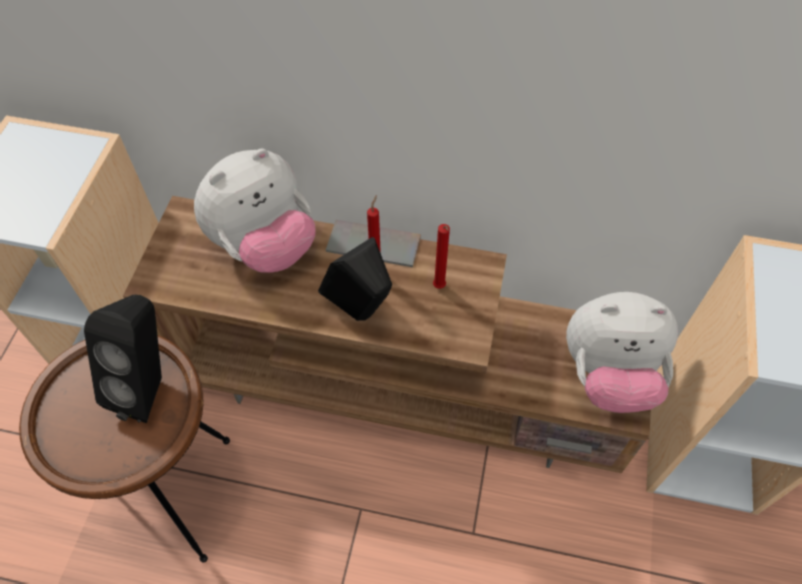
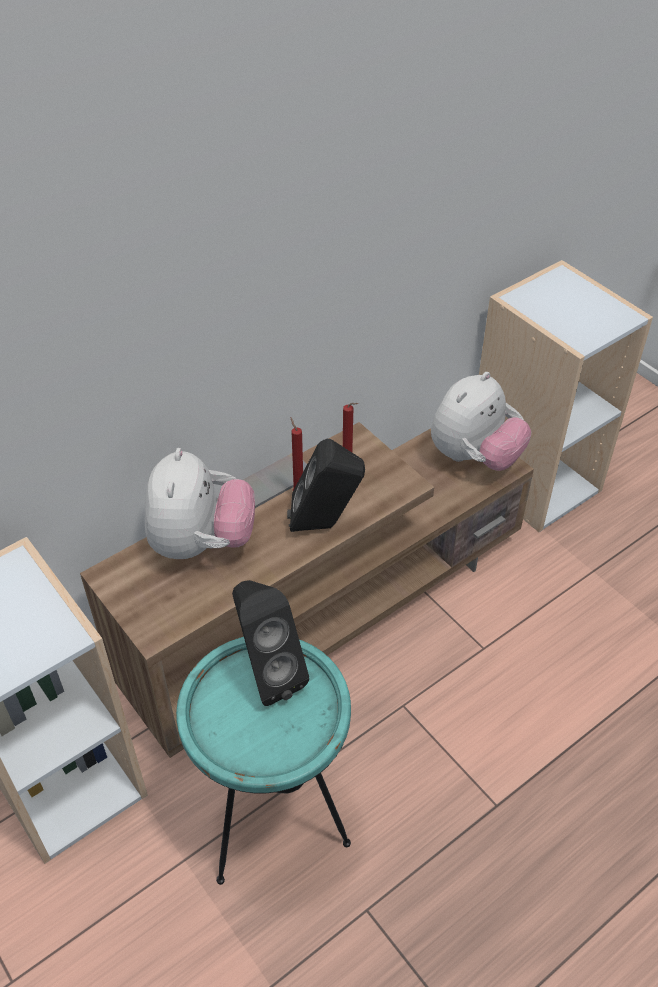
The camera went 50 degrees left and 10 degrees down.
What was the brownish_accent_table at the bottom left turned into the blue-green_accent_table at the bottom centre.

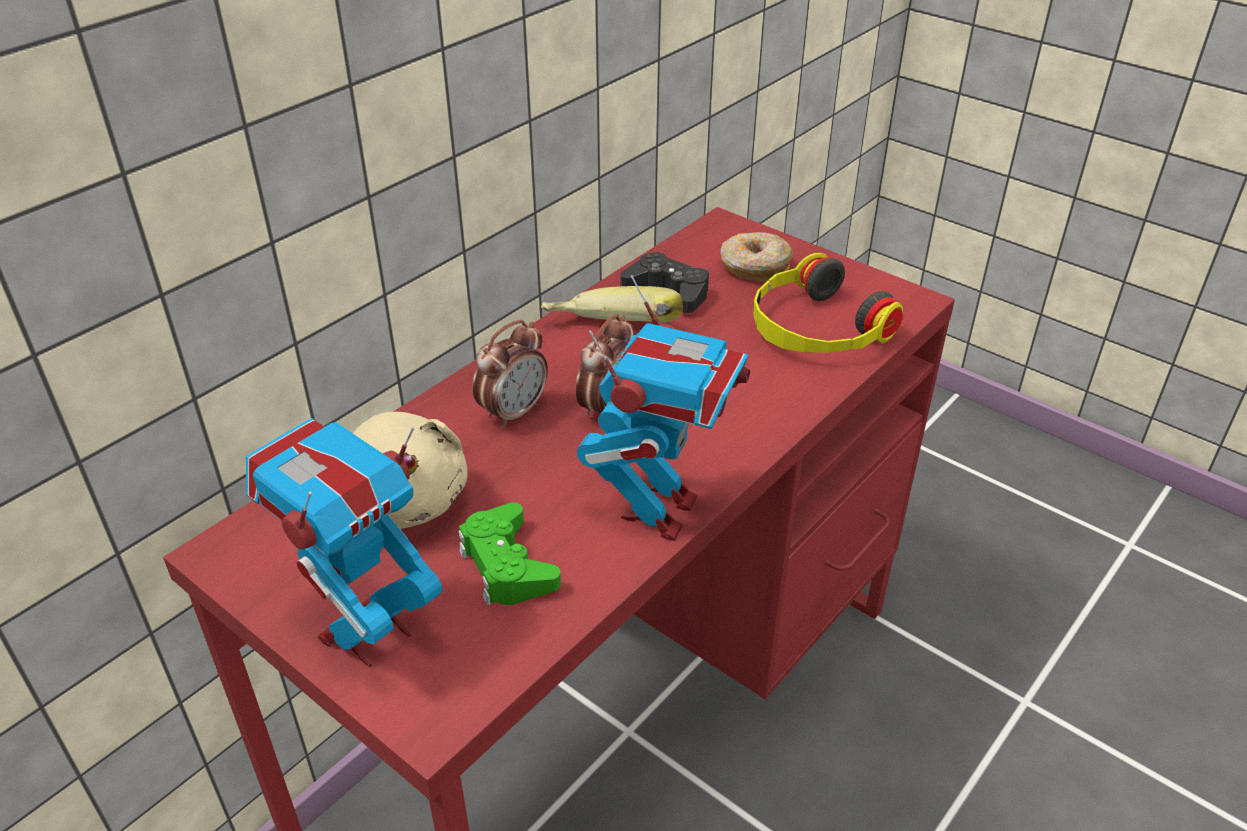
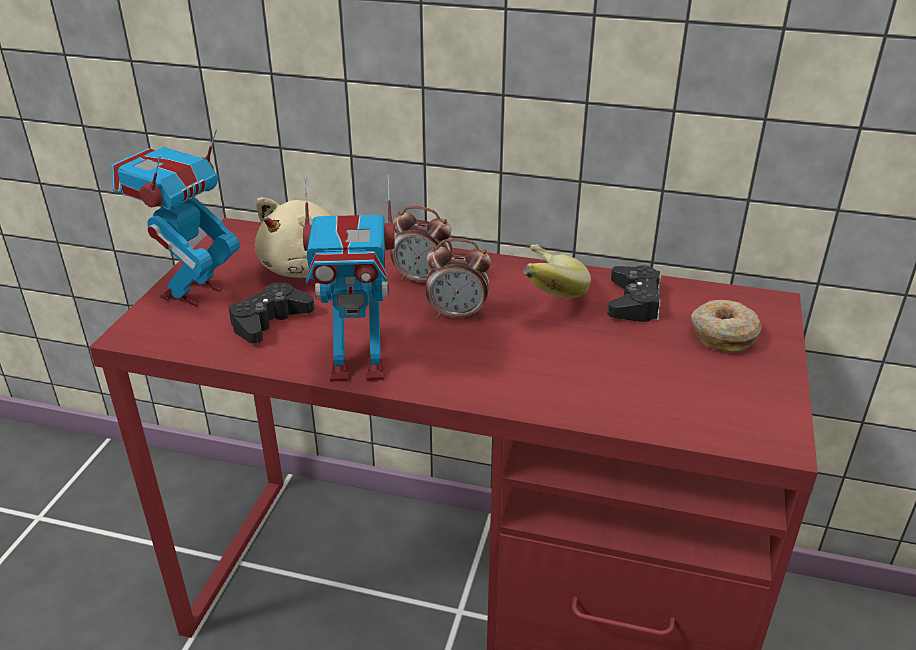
The camera went 65 degrees right and 5 degrees down.
The model_robot (1st from left) at the middle left ended up facing another way, 75 degrees counterclockwise from before.
What was the greenish_game_controller at the centre turned into the black-coloured_game_controller (1st from left) at the middle left.
The second view lost the headphones at the centre.

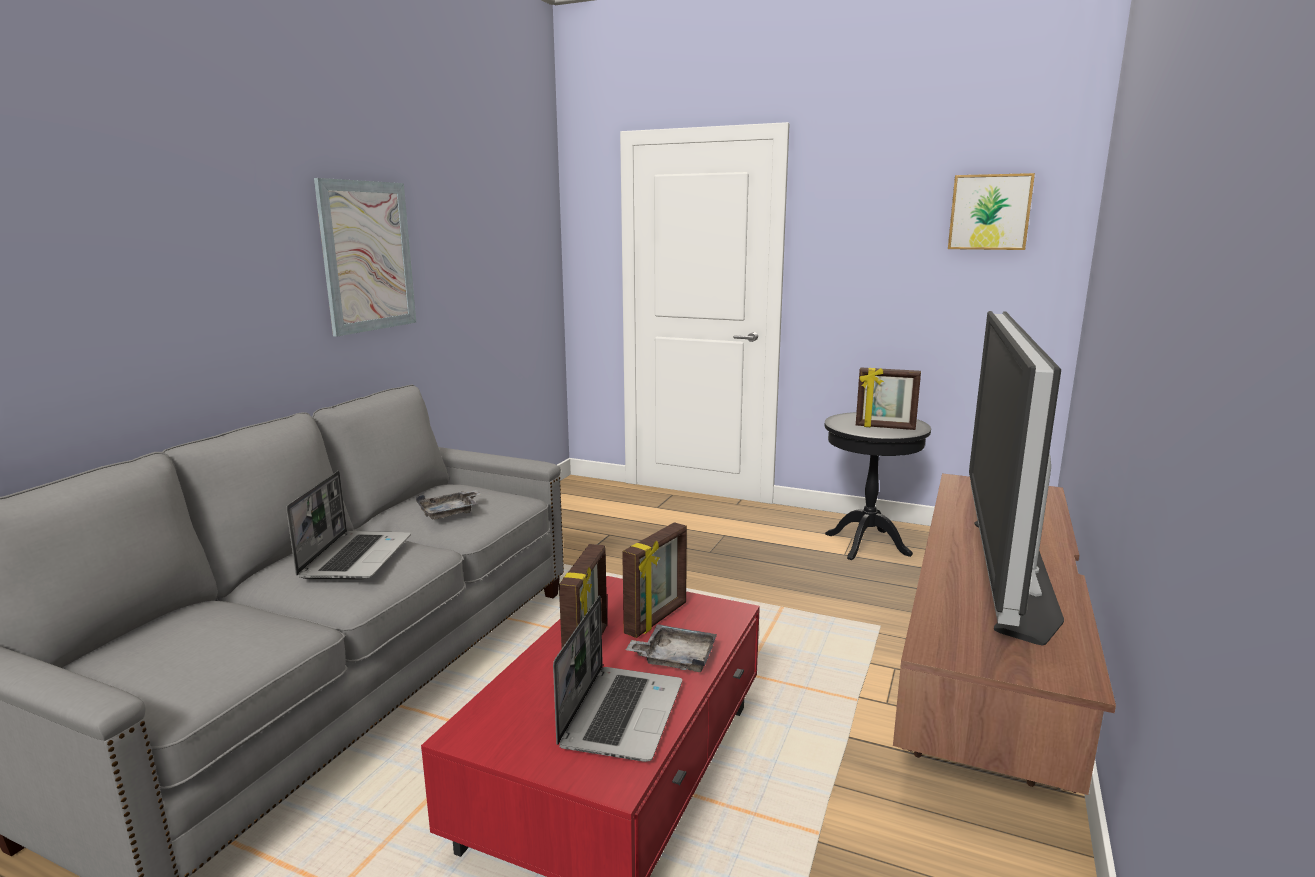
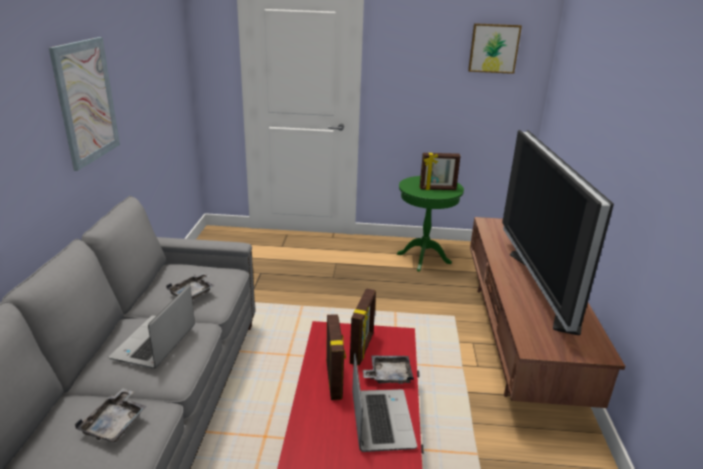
The camera went 20 degrees left and 10 degrees up.
The second view gained the gray_carrying_tray (1st from left) at the bottom left.
The notebook_computer (1st from left) at the middle left ended up facing another way, 150 degrees counterclockwise from before.
What was the black-coloured_accent_table at the middle right turned into the greenish_accent_table at the centre.

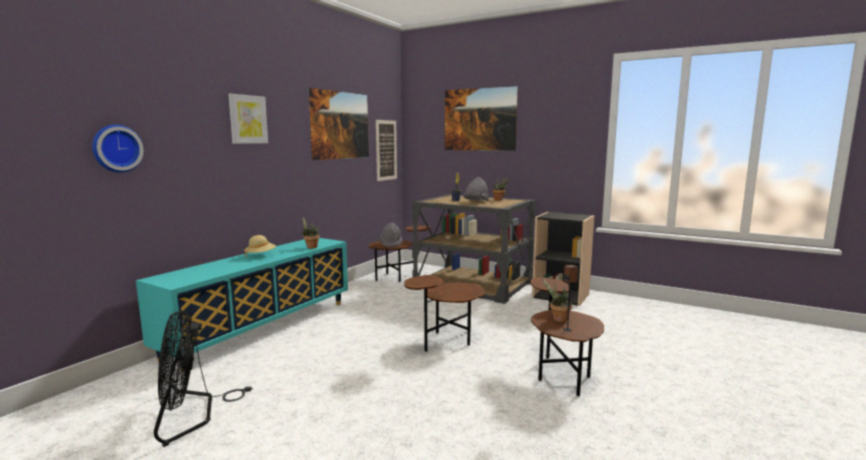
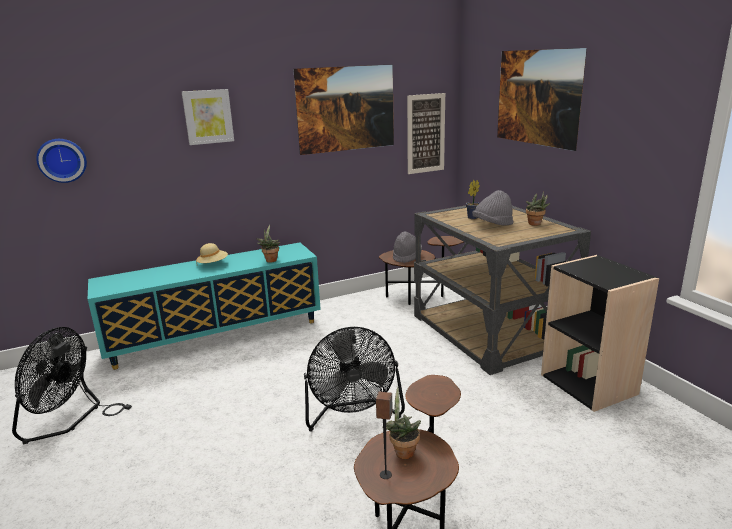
The camera went 35 degrees right and 10 degrees up.
Where the brownish_accent_table (2nd from left) stood at the bottom centre, the black-coloured_fan (2nd from left) came to stand at the bottom centre.

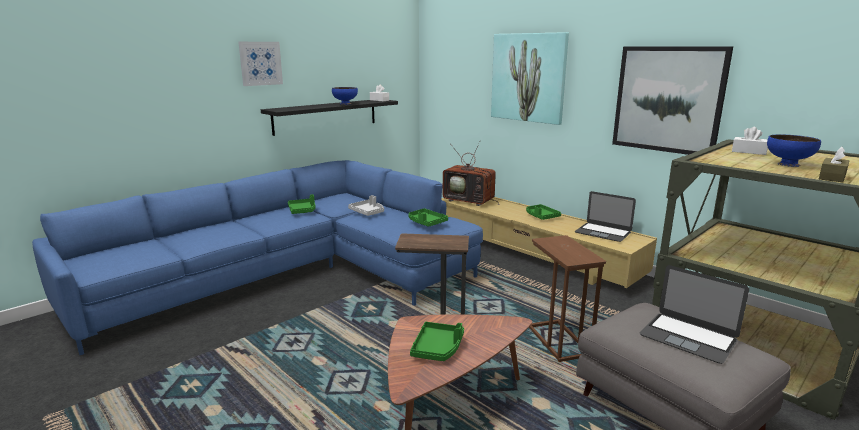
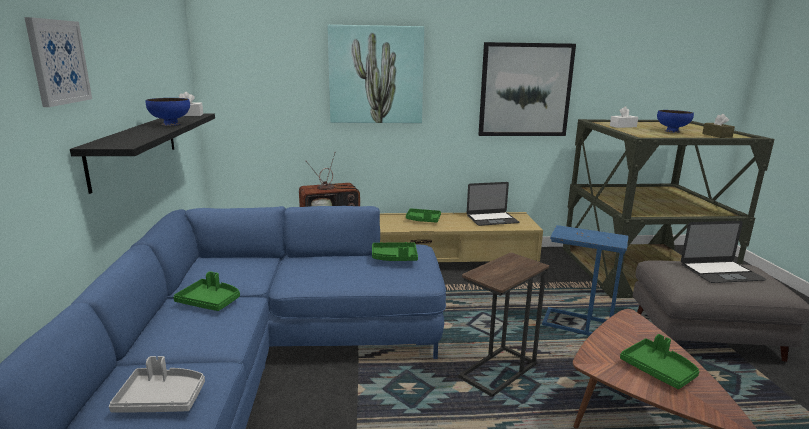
The camera went 50 degrees left and 0 degrees up.
The gray_carrying_tray ended up elsewhere, having gone from the centre to the bottom left.
What was the brownish_accent_table (2nd from left) at the bottom centre turned into the blue-coloured_accent_table at the middle right.

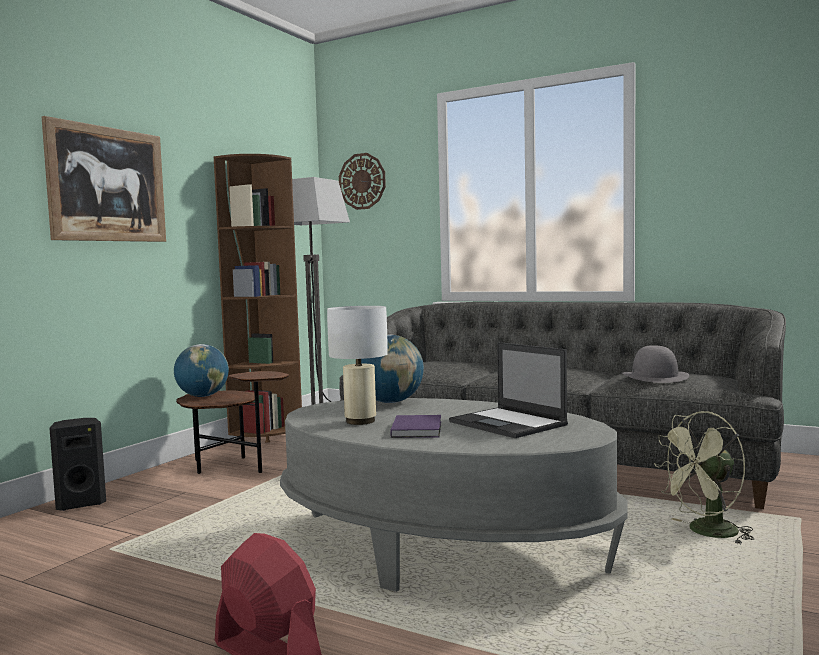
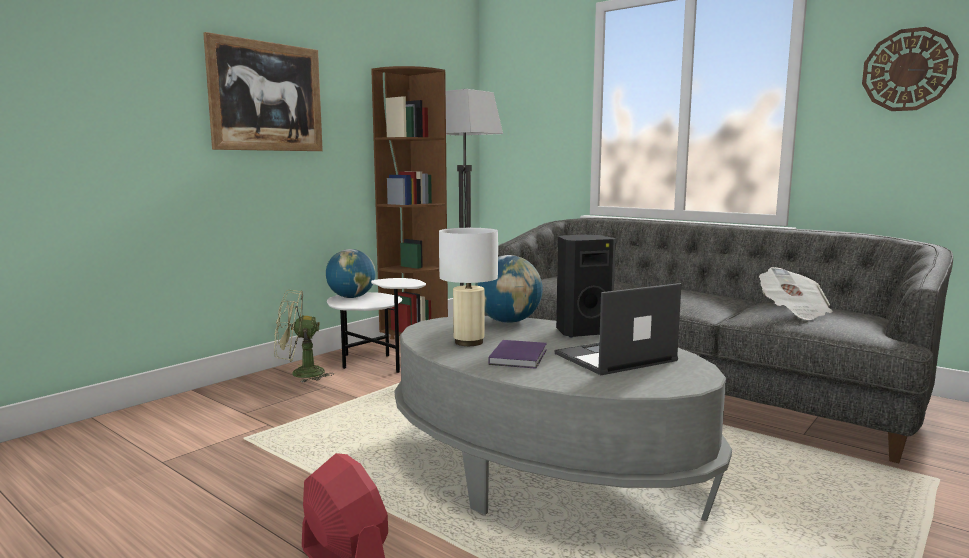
The camera went 10 degrees right and 5 degrees up.
The greenish_fan ended up elsewhere, having gone from the bottom right to the middle left.
What was the brownish_accent_table at the middle left turned into the white_accent_table at the centre.
The notebook_computer at the centre ended up facing another way, 90 degrees clockwise from before.
The black-coloured_loudspeaker ended up elsewhere, having gone from the bottom left to the centre.
Where the gray_clothing_hat stood at the middle right, the newspaper came to stand at the middle right.
The wall_clock ended up elsewhere, having gone from the top centre to the top right.

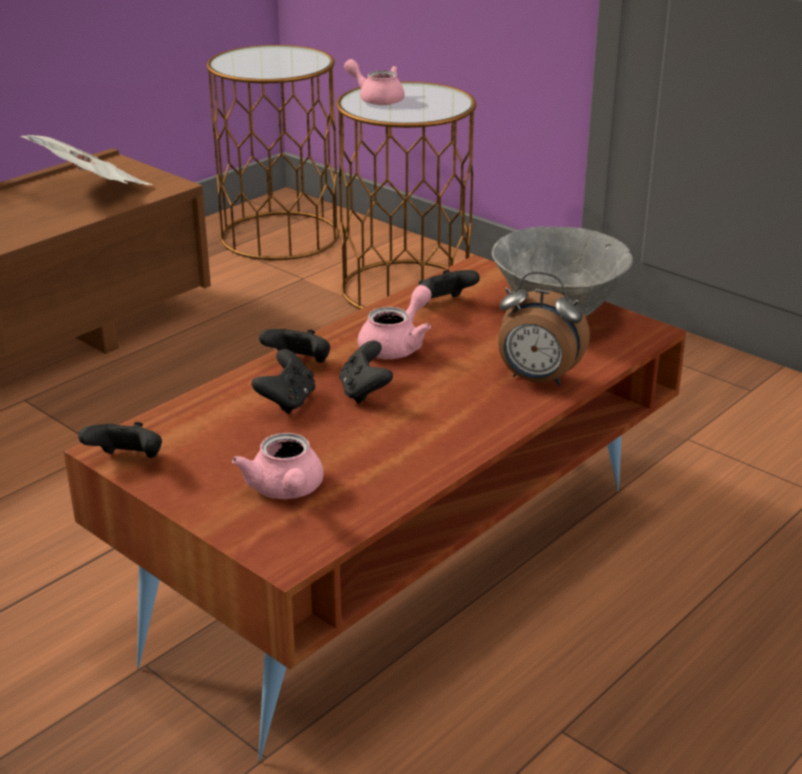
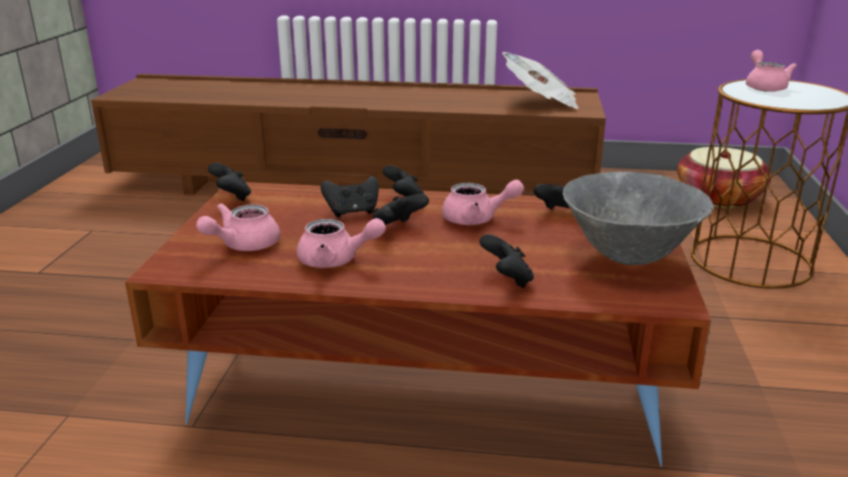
The camera went 55 degrees right and 5 degrees down.
The second view gained the pink-coloured_teapot (2nd from left) at the centre.
Where the table_clock stood at the middle right, the black-coloured_game_controller (5th from left) came to stand at the centre.
Where the brownish_accent_table (1st from left) stood at the top centre, the storage_basket came to stand at the middle right.

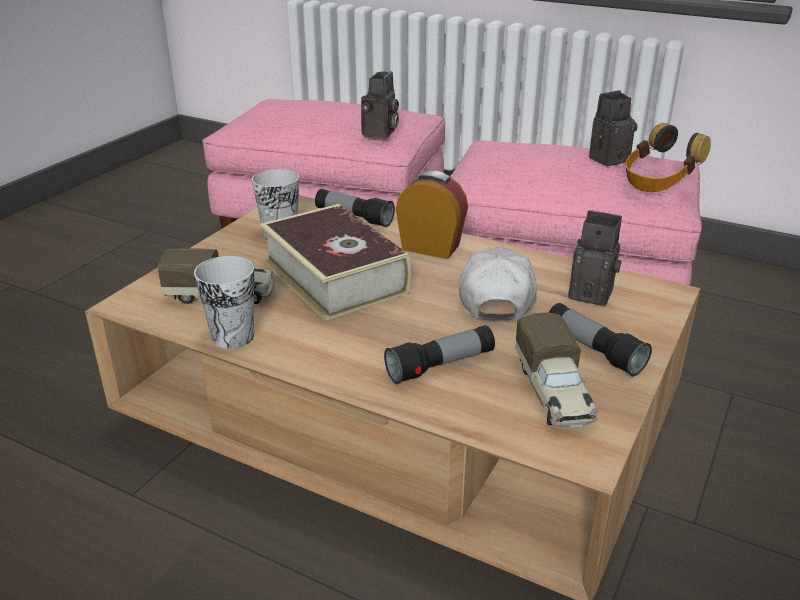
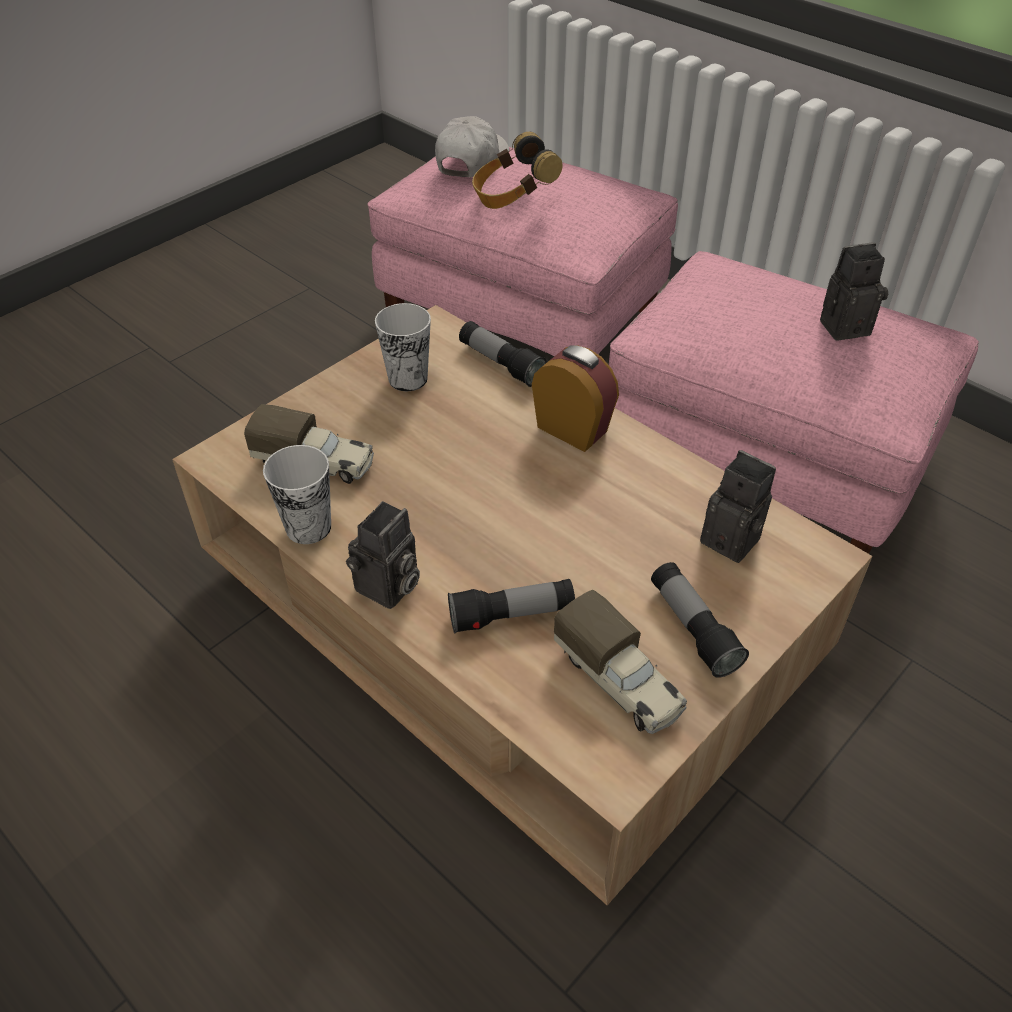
The camera went 15 degrees right and 15 degrees up.
The photo_camera (1st from left) ended up elsewhere, having gone from the top centre to the centre.
The white_baseball_cap ended up elsewhere, having gone from the centre to the top centre.
The headphones ended up elsewhere, having gone from the top right to the top centre.
The toy_truck (2nd from left) at the middle right ended up facing another way, 45 degrees counterclockwise from before.
The second view lost the volume at the centre.

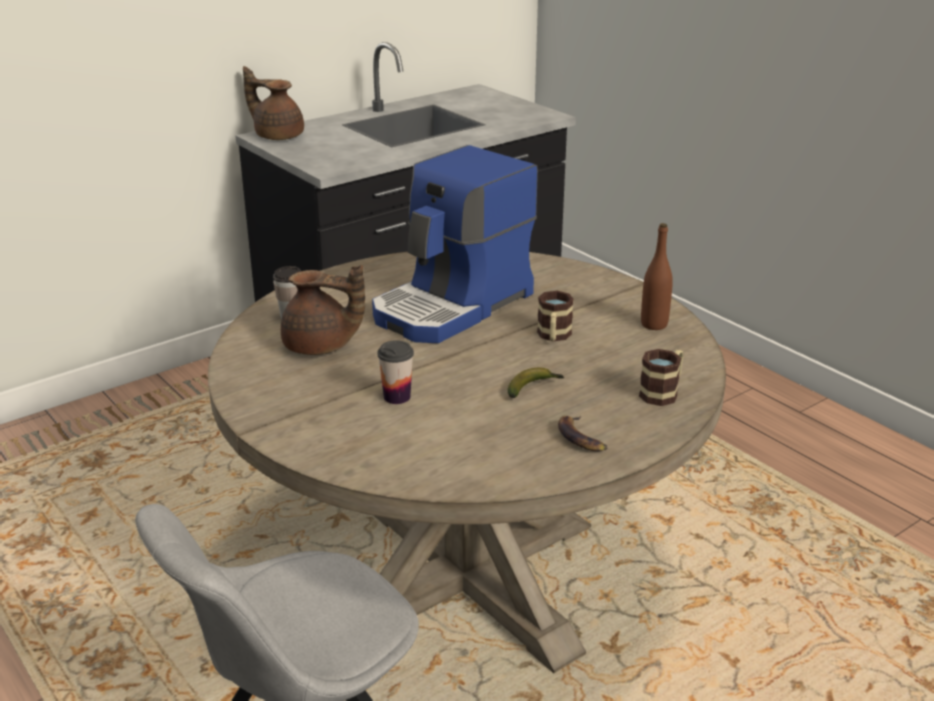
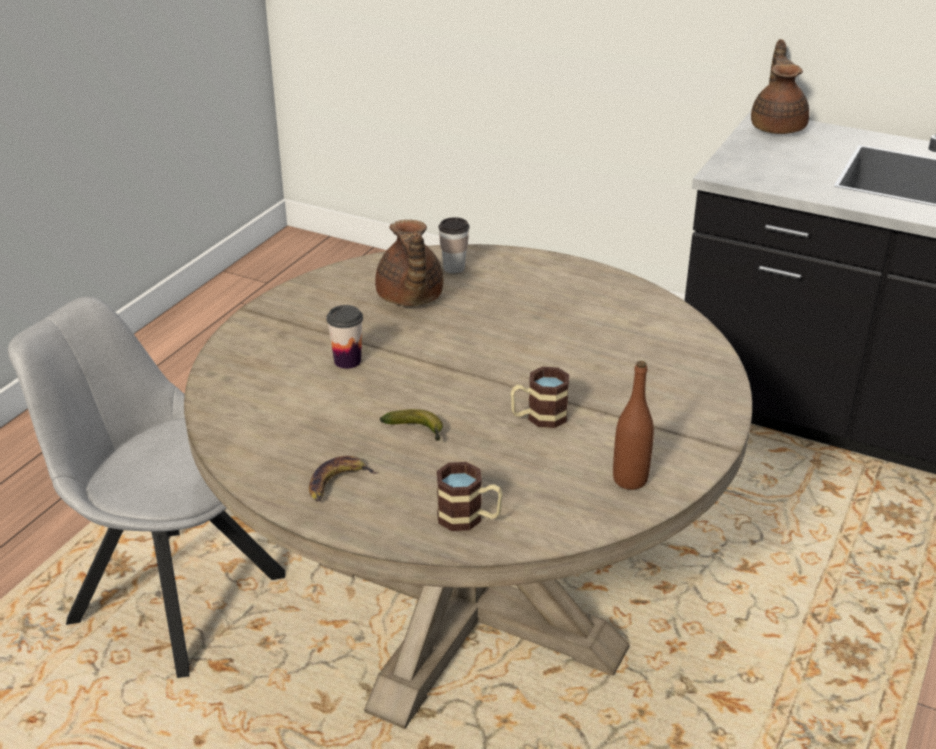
The camera went 65 degrees right and 5 degrees up.
The second view lost the coffee_maker at the centre.

